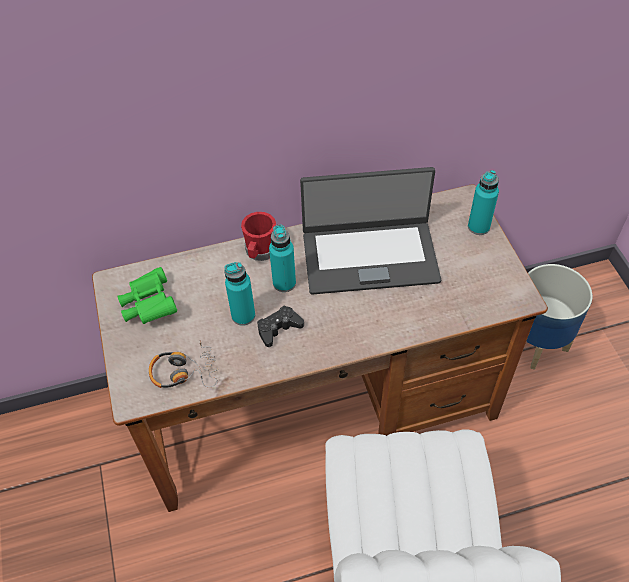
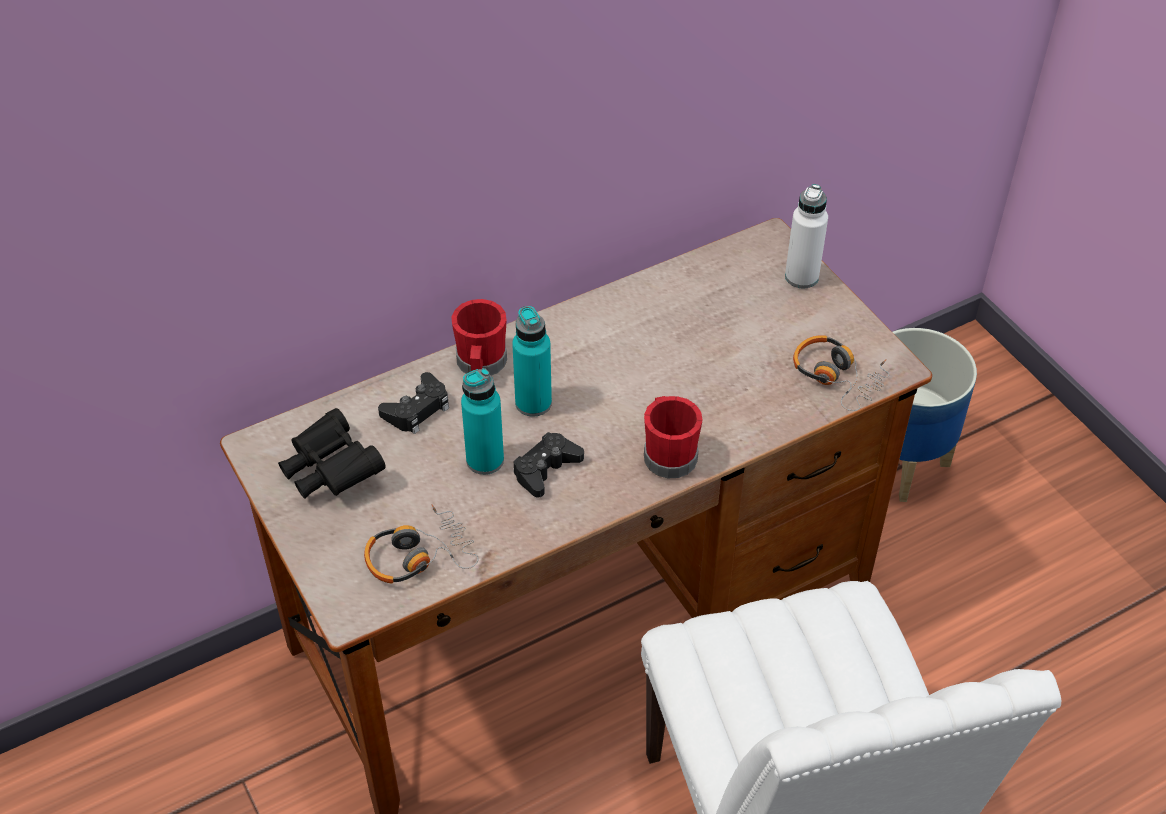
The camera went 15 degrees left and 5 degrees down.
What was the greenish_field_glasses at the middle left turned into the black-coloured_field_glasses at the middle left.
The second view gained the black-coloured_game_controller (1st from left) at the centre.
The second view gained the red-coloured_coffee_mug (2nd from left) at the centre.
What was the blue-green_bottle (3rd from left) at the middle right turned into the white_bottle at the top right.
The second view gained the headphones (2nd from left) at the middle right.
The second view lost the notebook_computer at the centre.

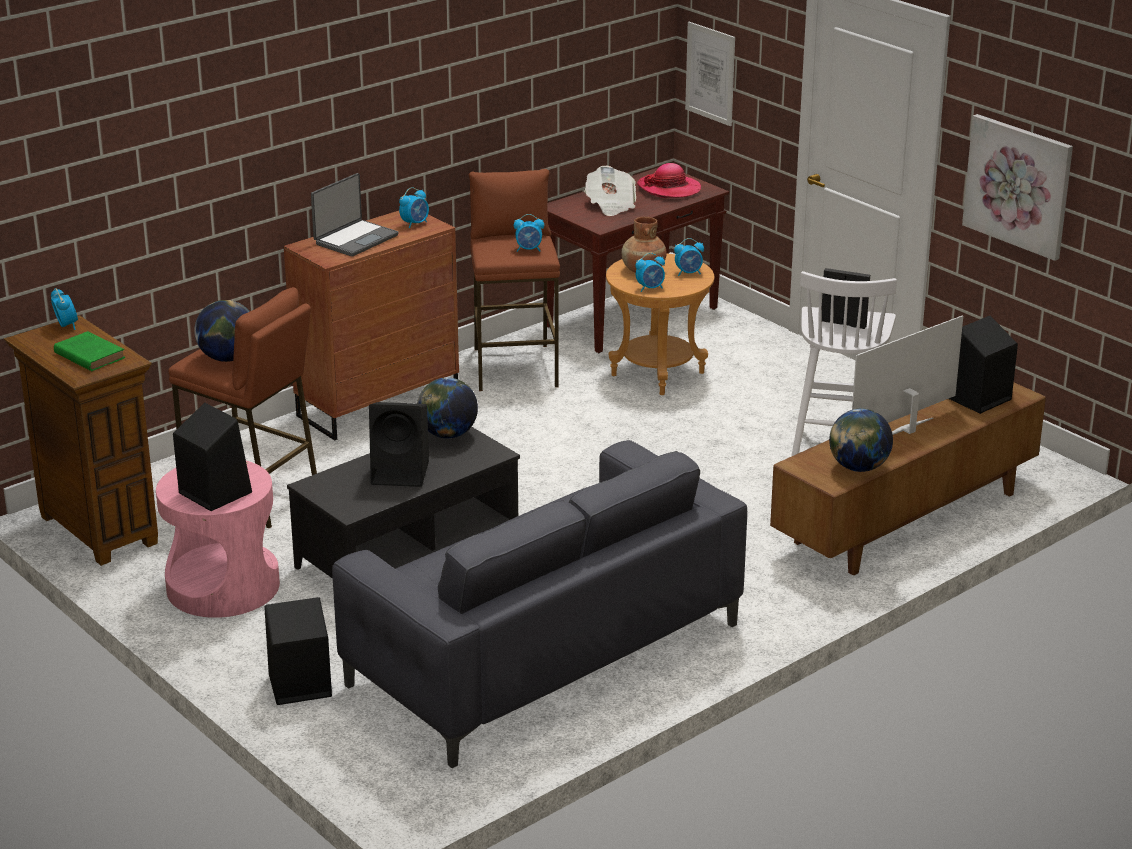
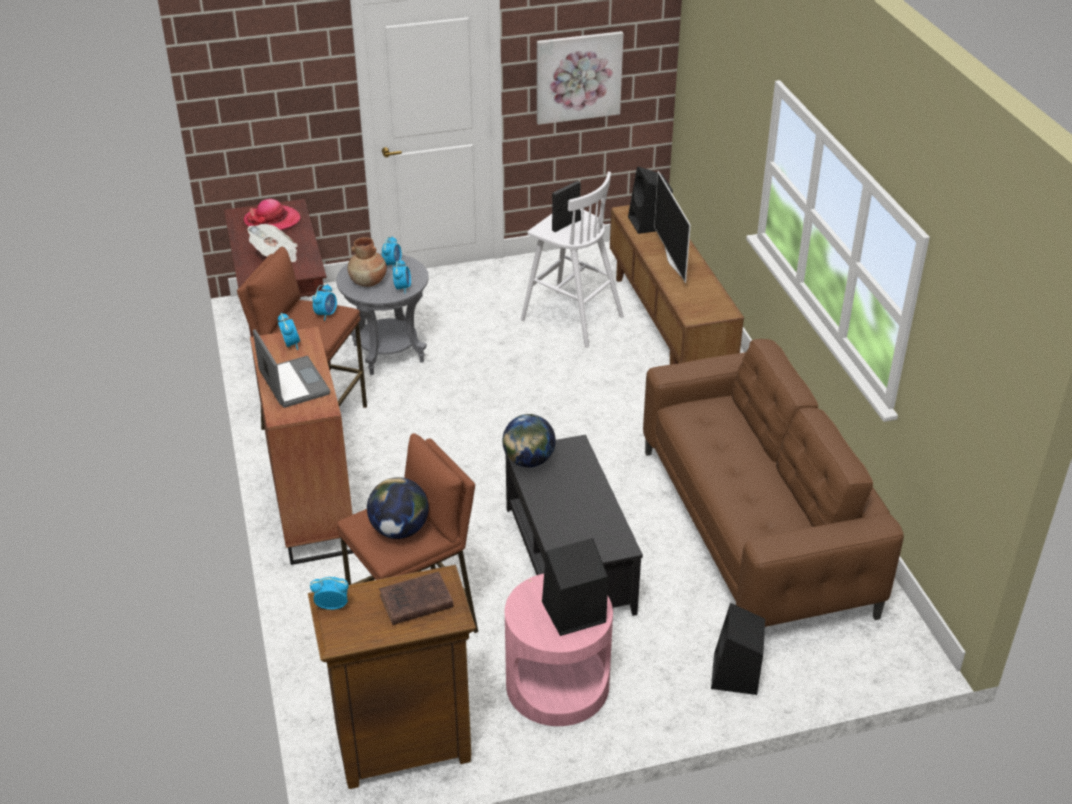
The camera went 65 degrees left and 10 degrees up.
What was the brownish_accent_table at the centre turned into the gray_accent_table at the centre.
What was the greenish_volume at the middle left turned into the brownish_volume at the bottom centre.
What was the gray_couch at the bottom centre turned into the brownish_couch at the middle right.
The second view lost the black-coloured_loudspeaker (3rd from left) at the centre.
The second view lost the wall_picture (1st from left) at the top centre.
The second view lost the globe (3rd from left) at the middle right.

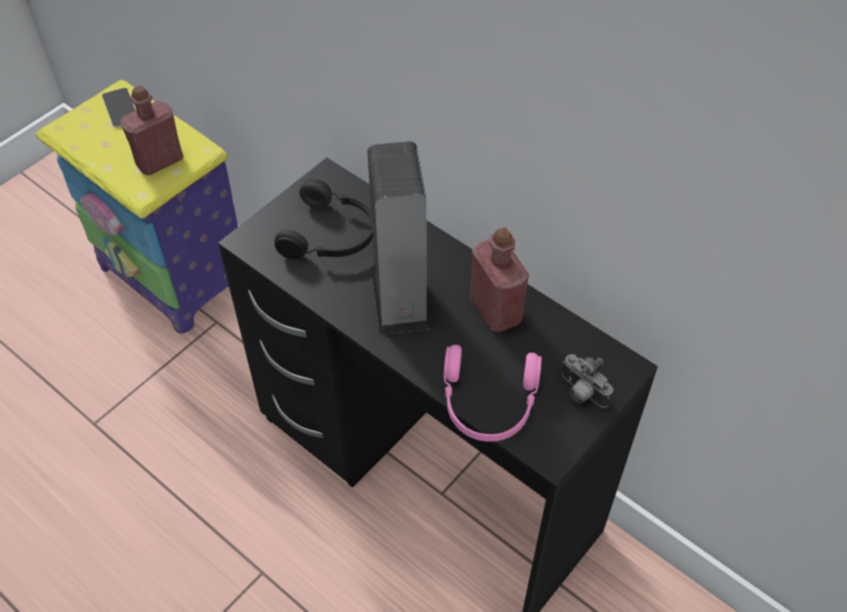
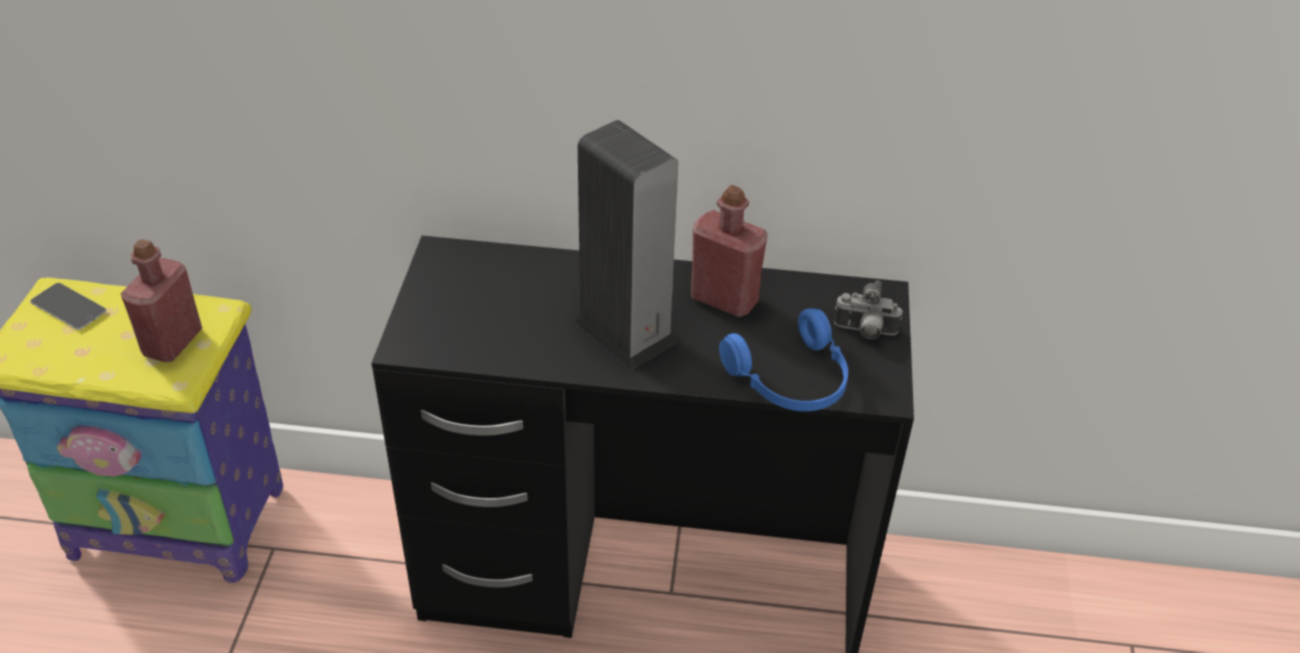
The camera went 35 degrees left and 10 degrees down.
What was the pink-coloured_headphones at the centre turned into the blue-coloured_headphones at the centre.
The second view lost the black-coloured_headphones at the centre.

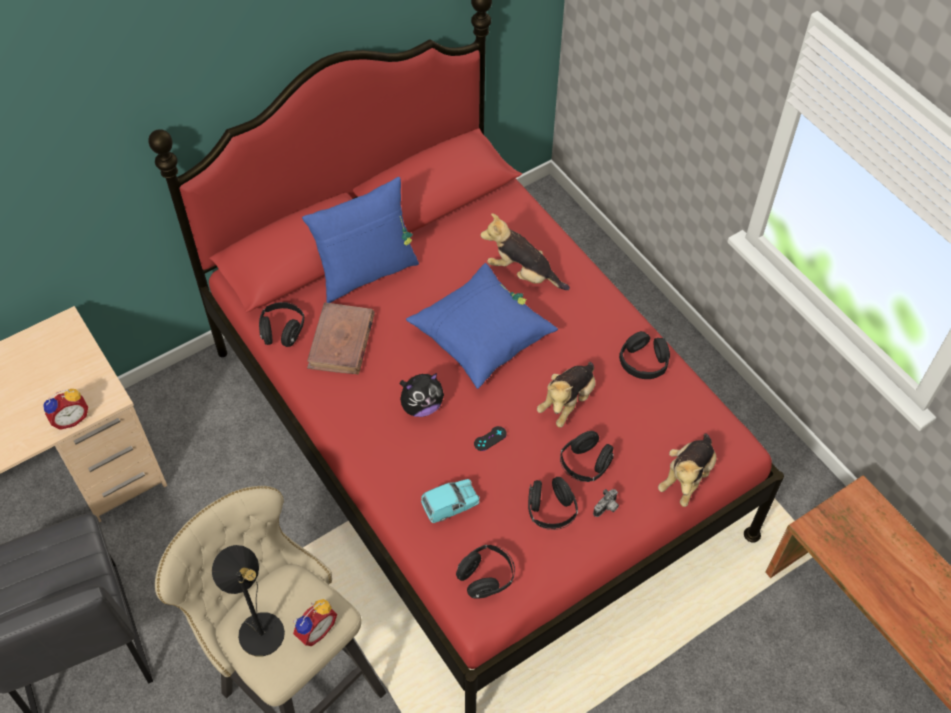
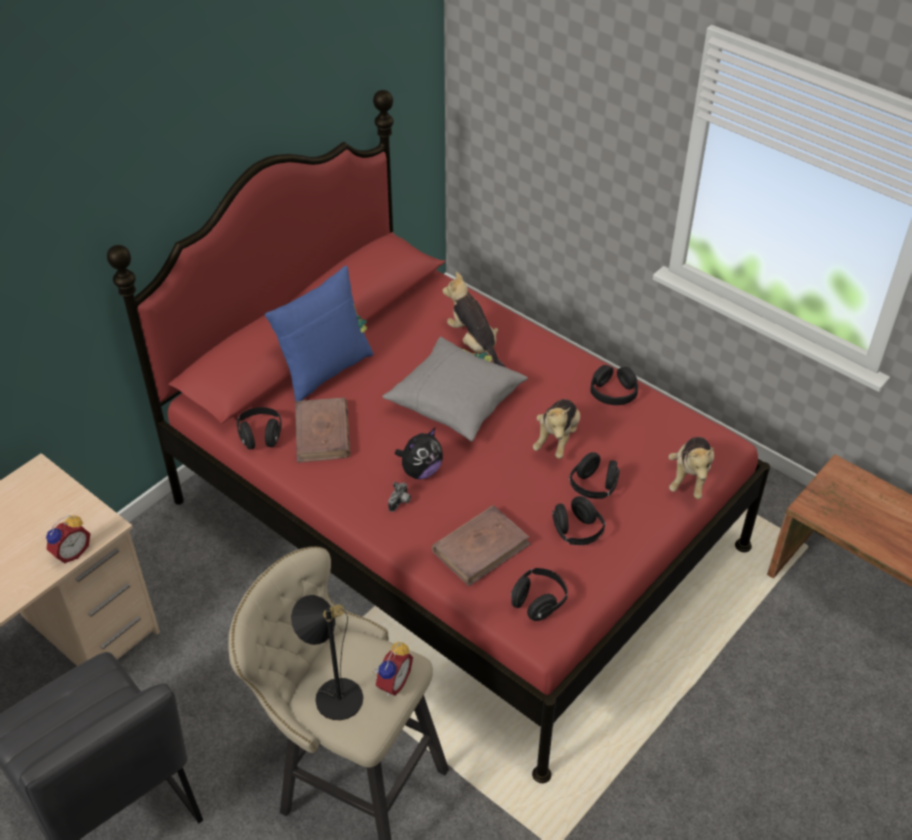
The camera went 15 degrees left and 10 degrees down.
What was the blue-coloured_cushion (2nd from left) at the centre turned into the gray_cushion at the centre.
The photo_camera ended up elsewhere, having gone from the bottom centre to the centre.
Where the blue-green_model_car stood at the bottom centre, the brownish_volume (2nd from left) came to stand at the centre.
The cuddly_toy (2nd from left) at the centre ended up facing another way, 45 degrees clockwise from before.
The second view lost the black-coloured_game_controller at the centre.

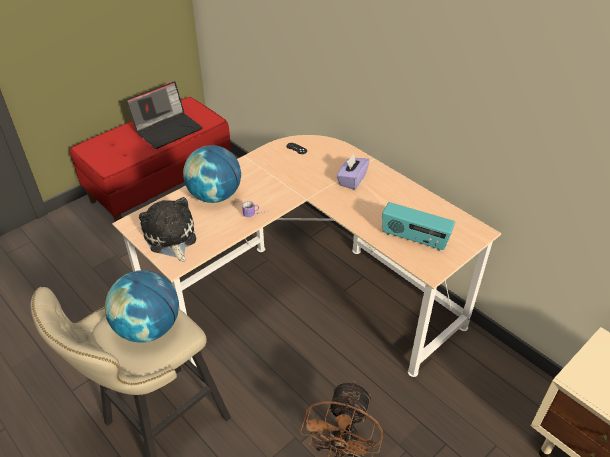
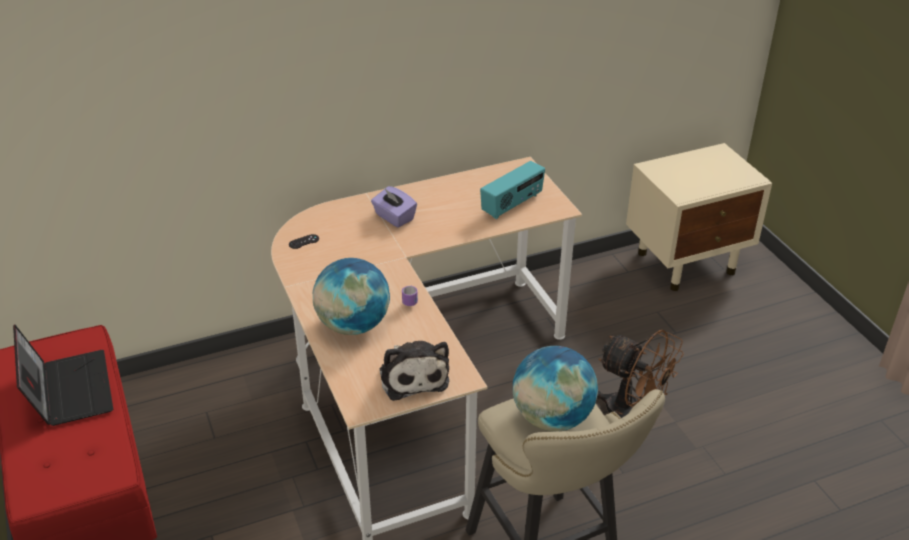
The camera went 70 degrees left and 5 degrees down.
The cuddly_toy at the middle left ended up facing another way, 105 degrees counterclockwise from before.

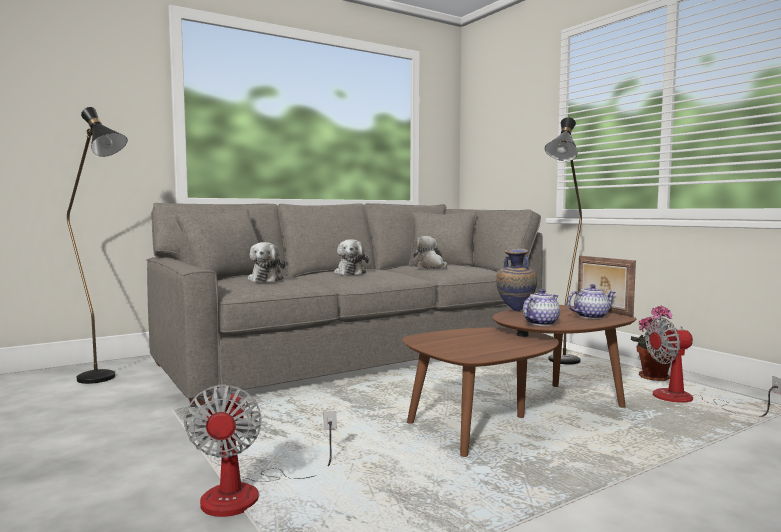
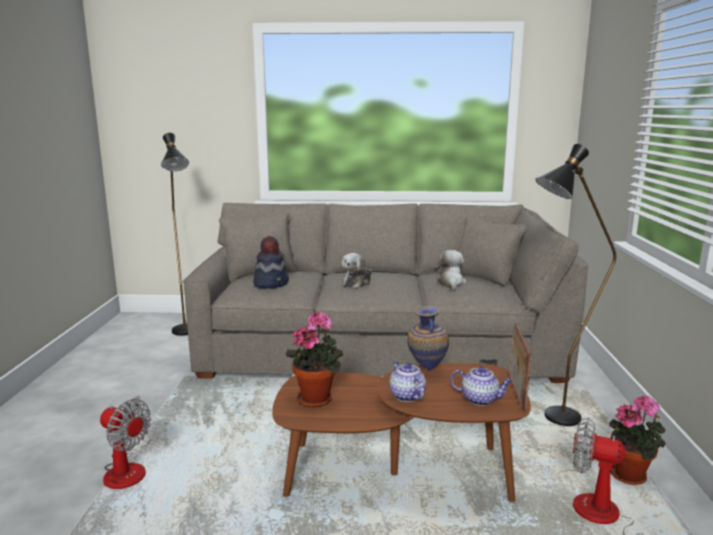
The camera went 35 degrees right and 10 degrees up.
The fan (1st from left) at the bottom left ended up facing another way, 90 degrees counterclockwise from before.
Where the cuddly_toy (1st from left) stood at the centre, the clothing_hat came to stand at the centre.
The second view gained the plant_in_a_pot (1st from left) at the bottom centre.
The teapot (1st from left) at the middle right ended up facing another way, 105 degrees counterclockwise from before.

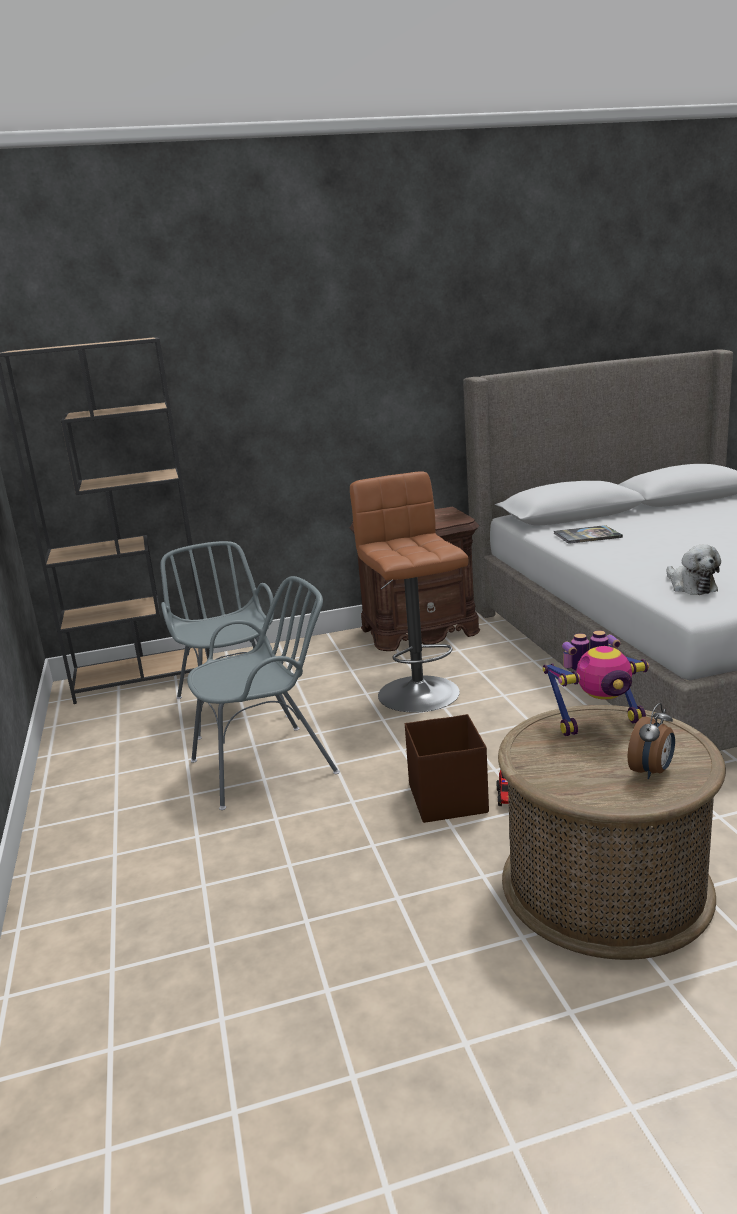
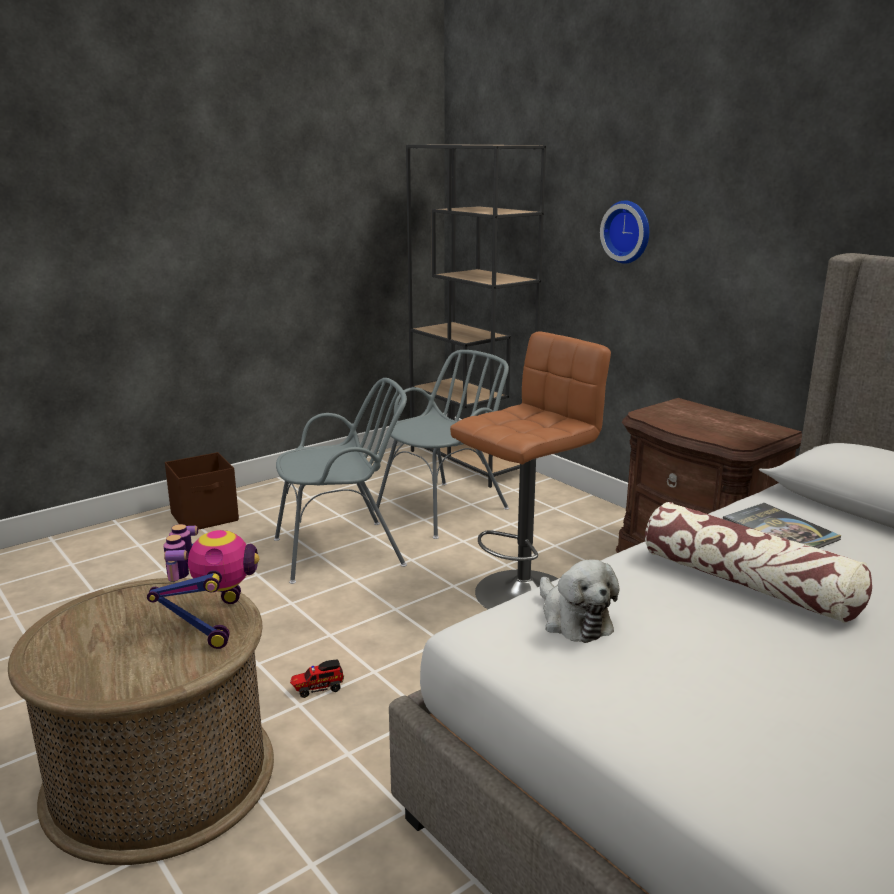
The camera went 65 degrees right and 0 degrees up.
The model_robot at the middle right ended up facing another way, 150 degrees counterclockwise from before.
The brownish_storage_container ended up elsewhere, having gone from the centre to the middle left.
The gray_upright_chair (2nd from left in the first image) at the centre ended up facing another way, 60 degrees counterclockwise from before.
The cuddly_toy at the middle right ended up facing another way, 75 degrees counterclockwise from before.
The second view gained the wall_clock at the top right.
The second view gained the cushion at the middle right.
The second view lost the table_clock at the middle right.

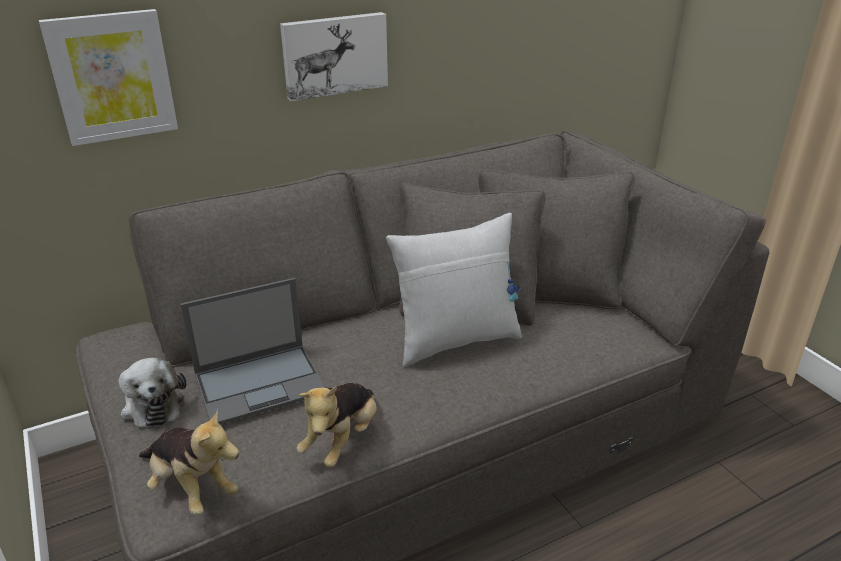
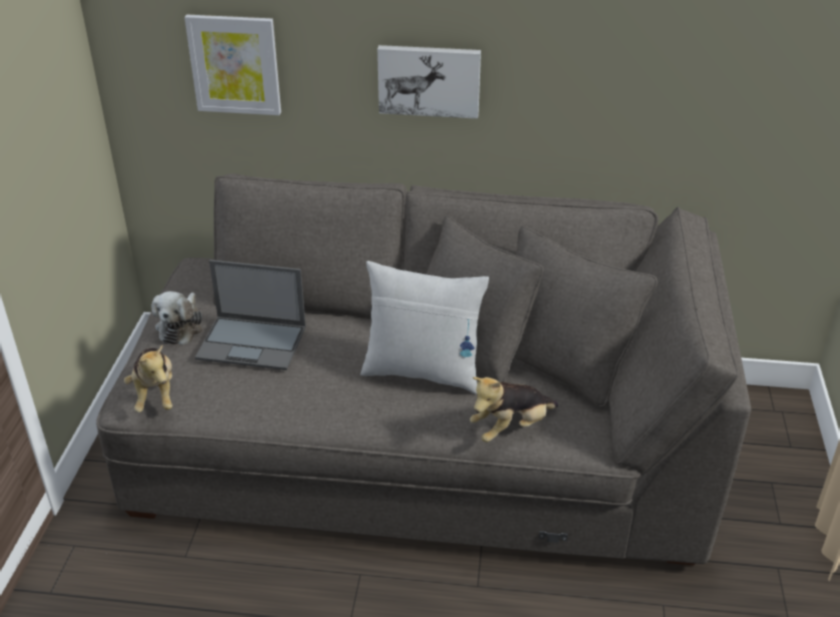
The camera went 35 degrees right and 5 degrees up.
The cuddly_toy (3rd from left) ended up elsewhere, having gone from the bottom centre to the centre.

